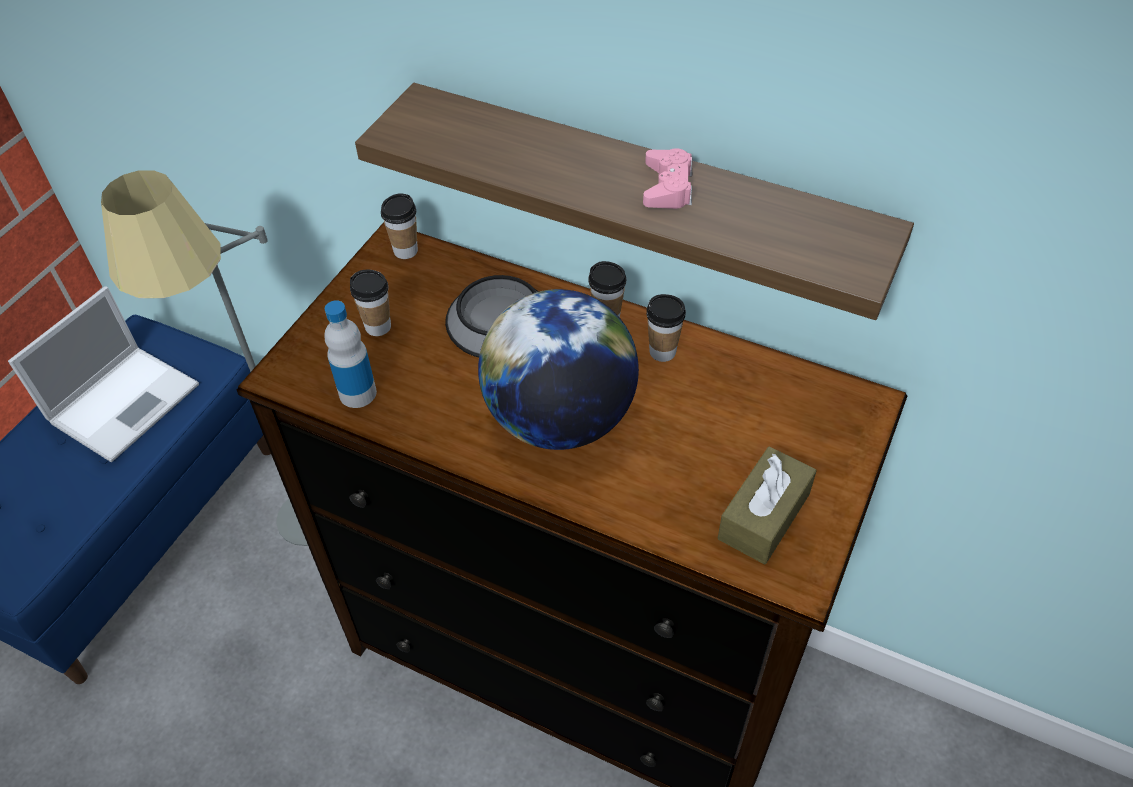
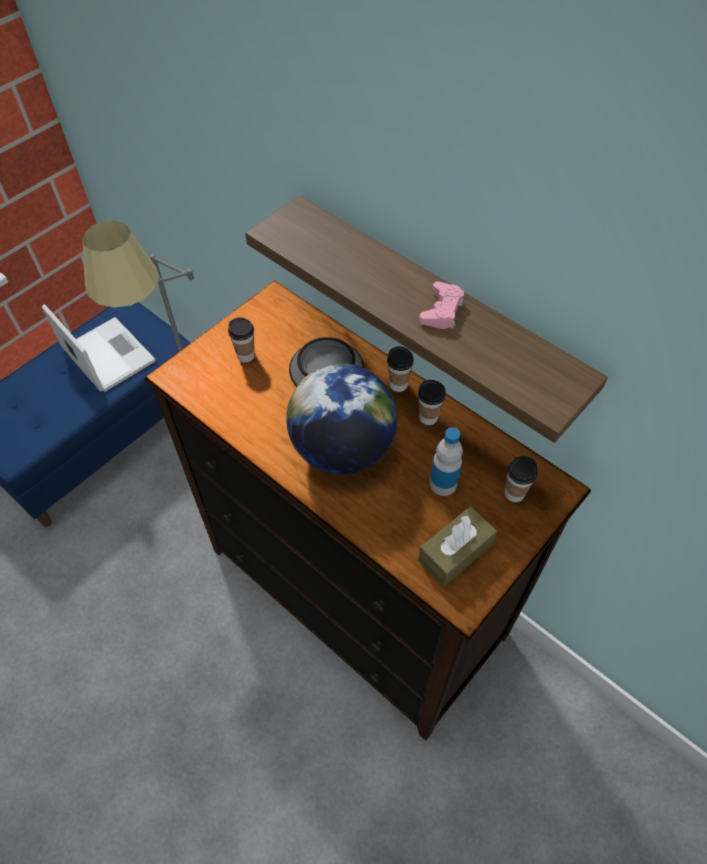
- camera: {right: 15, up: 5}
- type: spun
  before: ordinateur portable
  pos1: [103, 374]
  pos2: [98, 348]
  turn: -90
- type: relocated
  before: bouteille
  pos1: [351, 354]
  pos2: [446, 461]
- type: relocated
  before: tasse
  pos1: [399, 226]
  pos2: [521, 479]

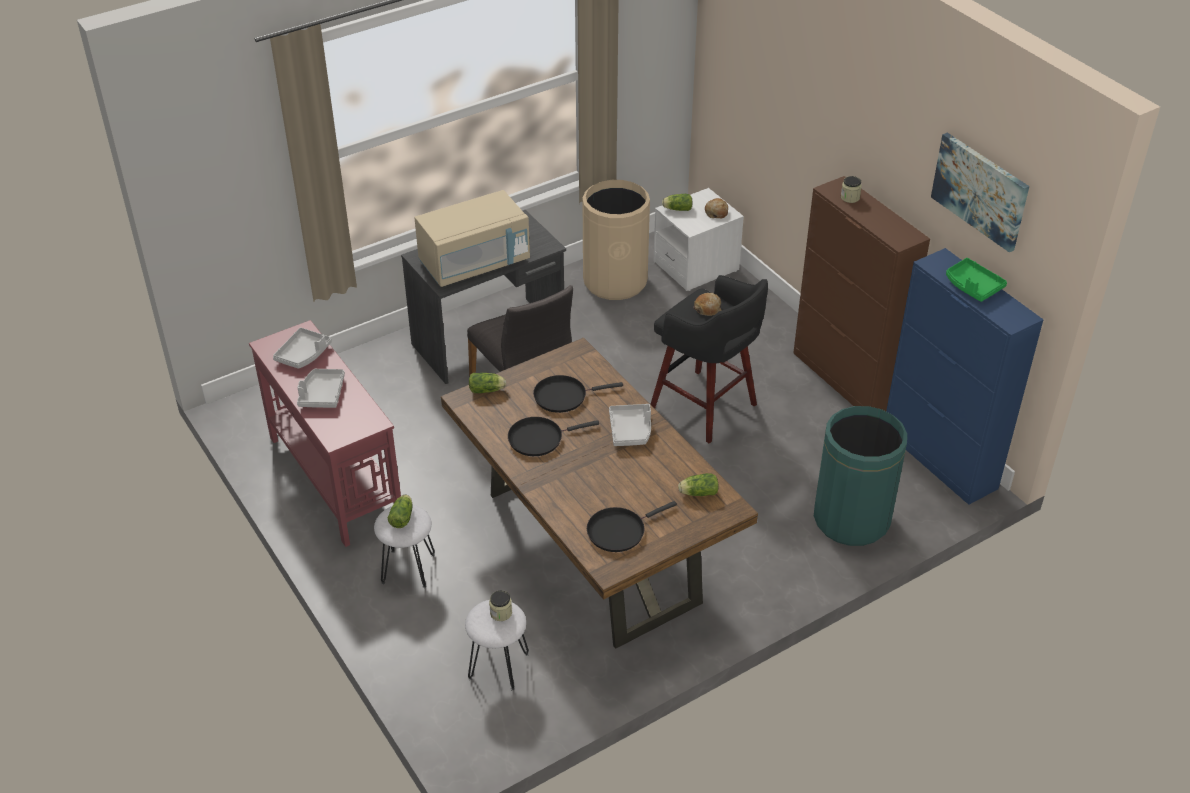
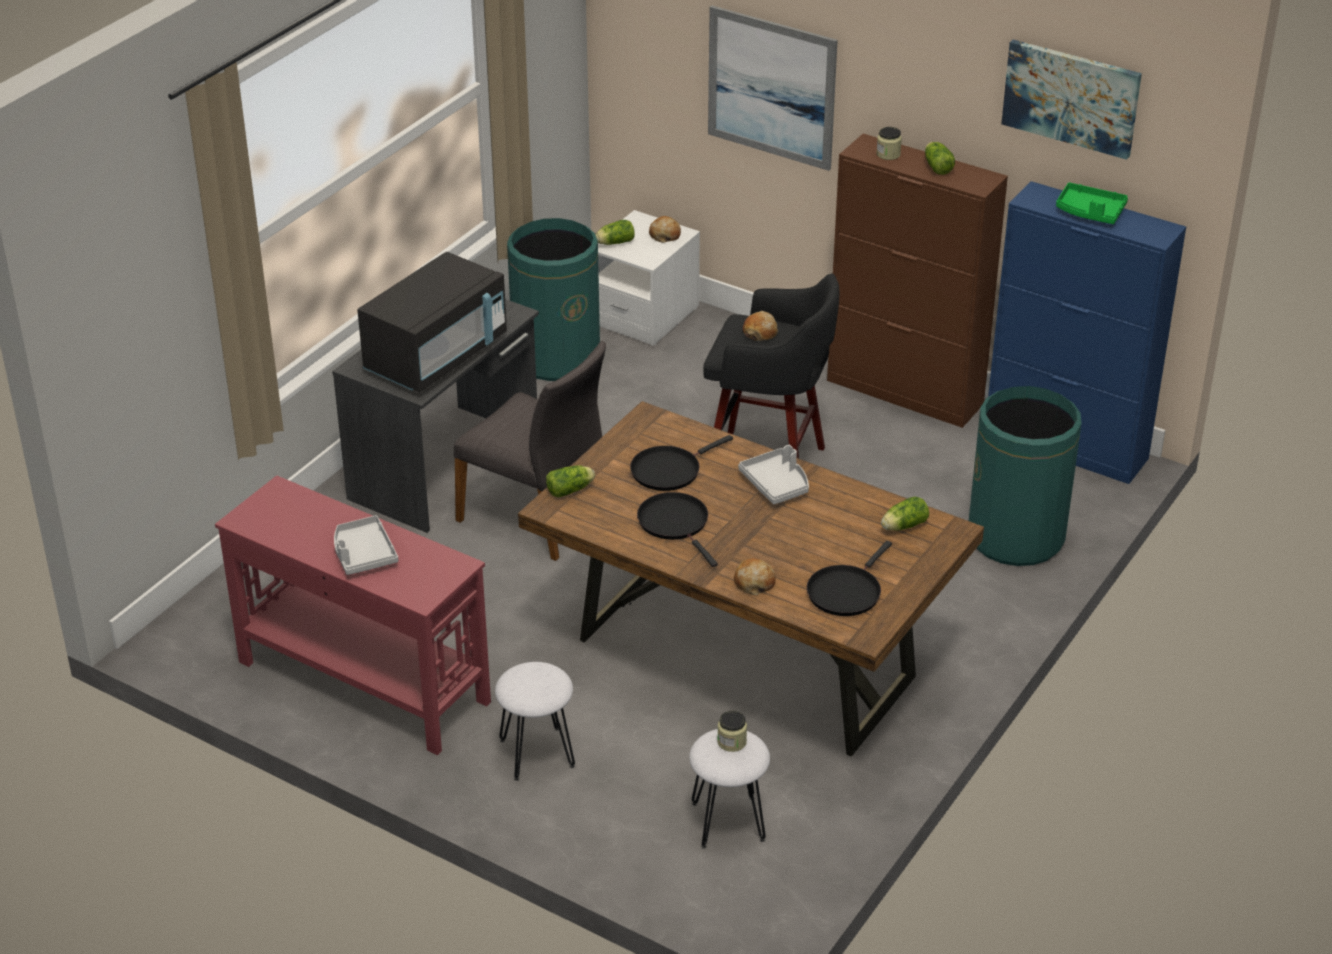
- camera: {right: -25, up: -5}
- type: missing
  before: plateau/gris
  pos1: [302, 348]
- type: relocated
  before: laitue
  pos1: [400, 511]
  pos2: [940, 158]
- type: colour
  before: micro-ondes/beige
  after: micro-ondes/noir
  pos1: [472, 238]
  pos2: [432, 322]
- type: spun
  before: poêle/noir
  pos1: [553, 436]
  pos2: [677, 529]
  turn: 105
- type: colour
  before: poubelle/beige
  after: poubelle/vert
  pos1: [616, 240]
  pos2: [553, 299]
- type: appeared
  after: tableau
  pos2: [773, 88]
- type: appeared
  after: pain
  pos2: [755, 576]

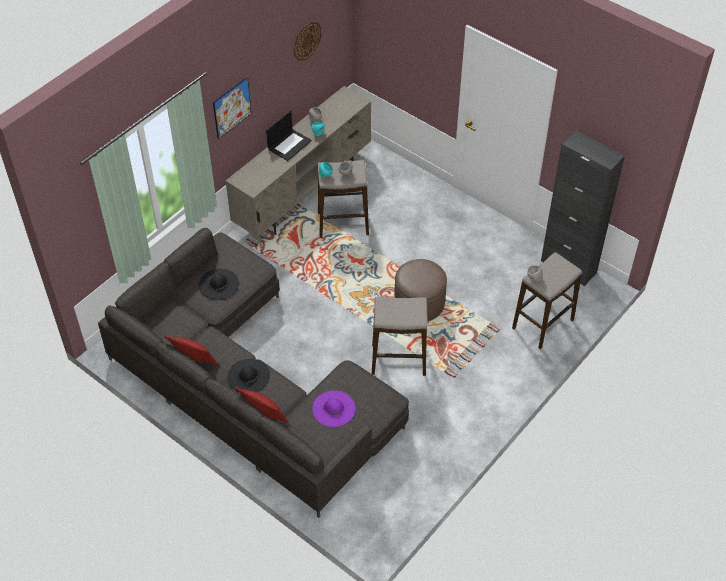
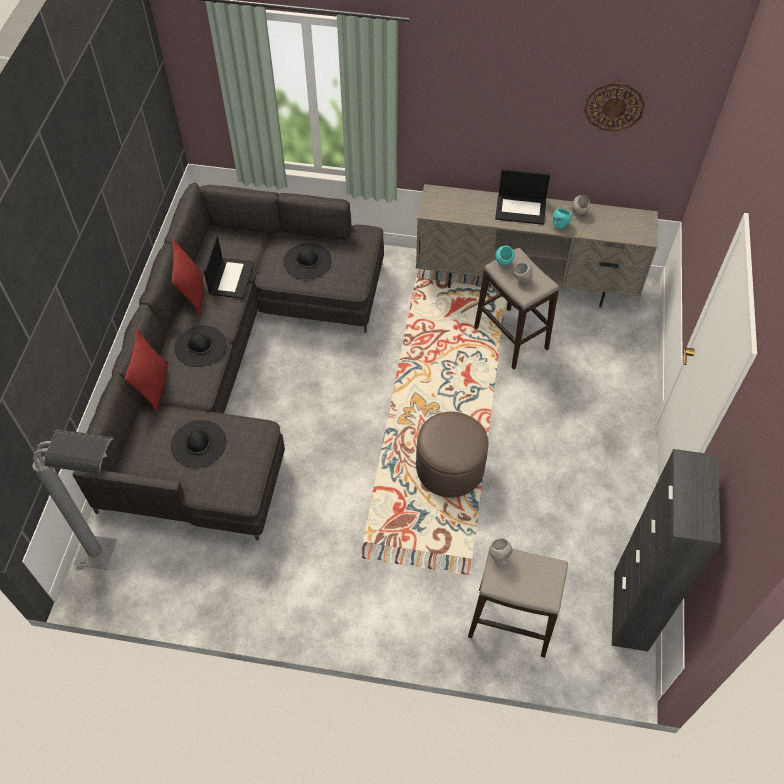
- camera: {right: 60, up: 5}
- type: missing
  before: tableau
  pos1: [232, 108]
- type: colour
  before: chapeau/violet
  after: chapeau/noir
  pos1: [334, 408]
  pos2: [199, 444]
- type: missing
  before: tabouret
  pos1: [400, 336]
- type: appeared
  after: lampadaire/gris
  pos2: [74, 499]
- type: appeared
  after: ordinateur portable
  pos2: [229, 267]

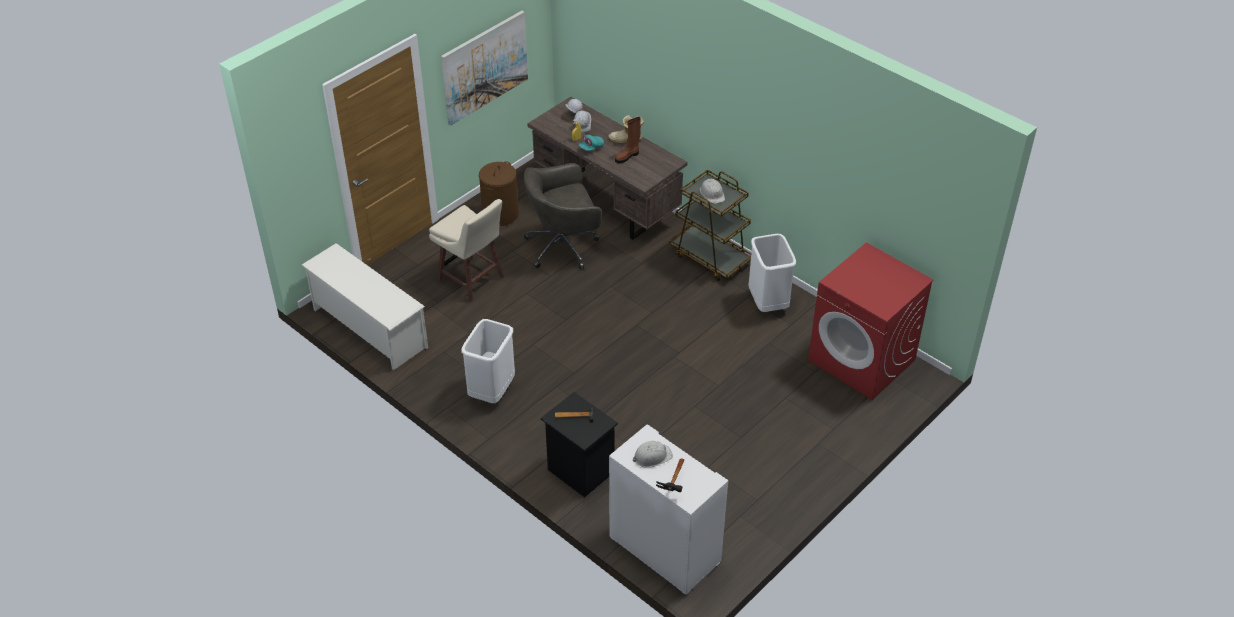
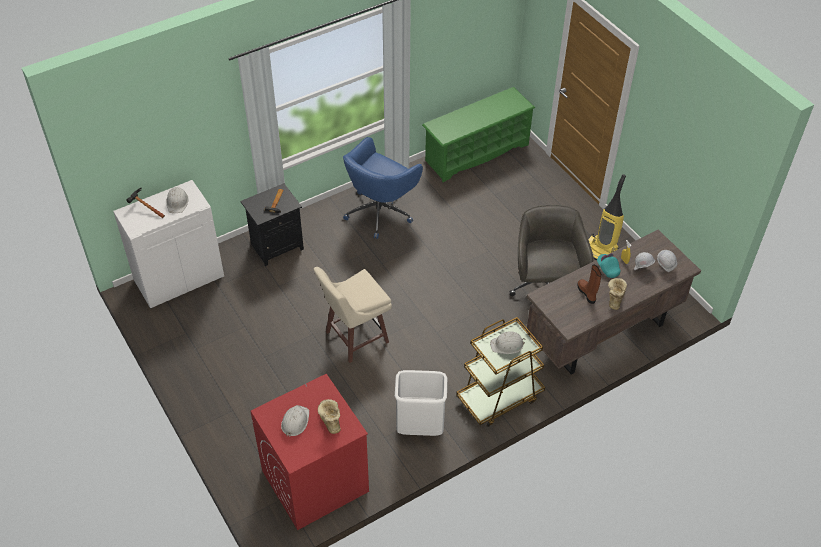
- camera: {right: 105, up: 5}
- type: colour
  before: étagère à chaussures/blanc
  after: étagère à chaussures/vert
  pos1: [364, 306]
  pos2: [478, 134]
- type: relocated
  before: tabouret/beige
  pos1: [466, 250]
  pos2: [353, 315]
- type: missing
  before: tableau
  pos1: [484, 68]
- type: exchanged
  before: poubelle/blanc
  after: chaise de bureau/bleu
  pos1: [488, 361]
  pos2: [383, 188]
- type: exchanged
  before: panier à linge/marron
  after: aspirateur
  pos1: [499, 193]
  pos2: [607, 217]
- type: appeared
  after: casque de chantier/blanc
  pos2: [295, 421]
- type: appeared
  after: botte
  pos2: [329, 416]

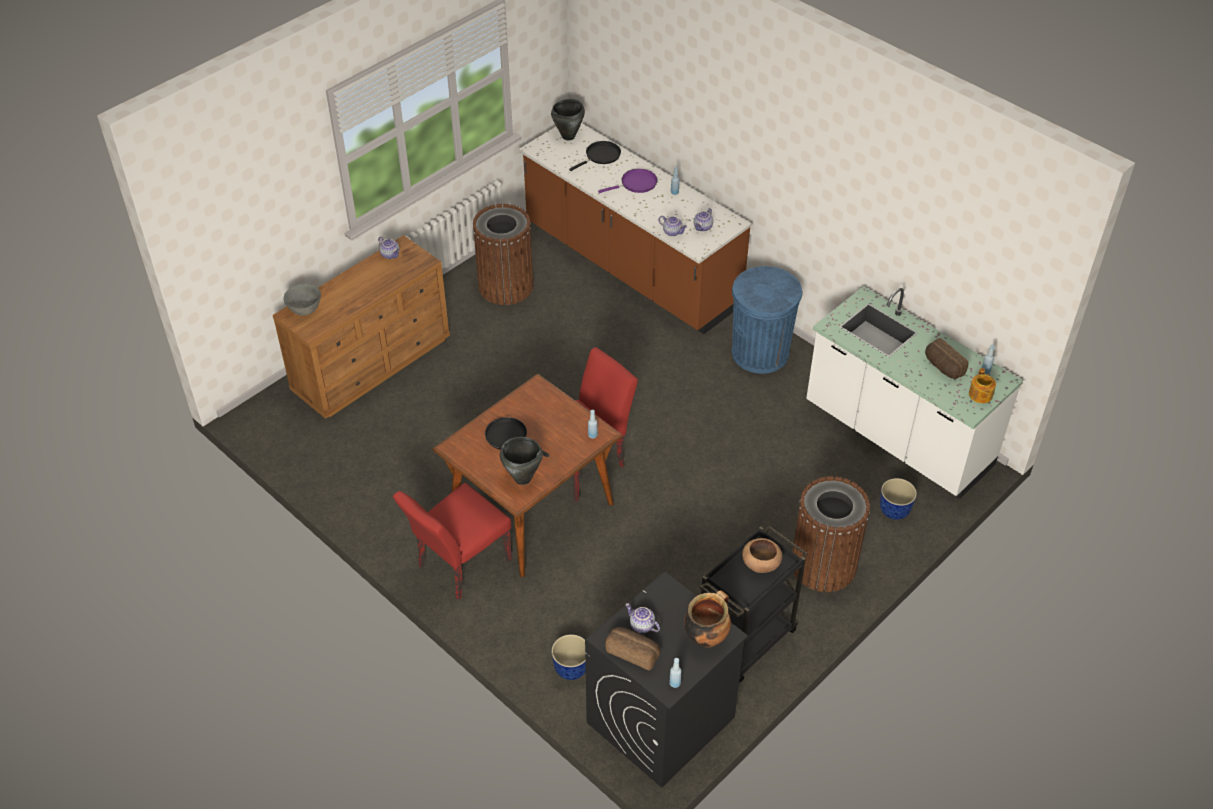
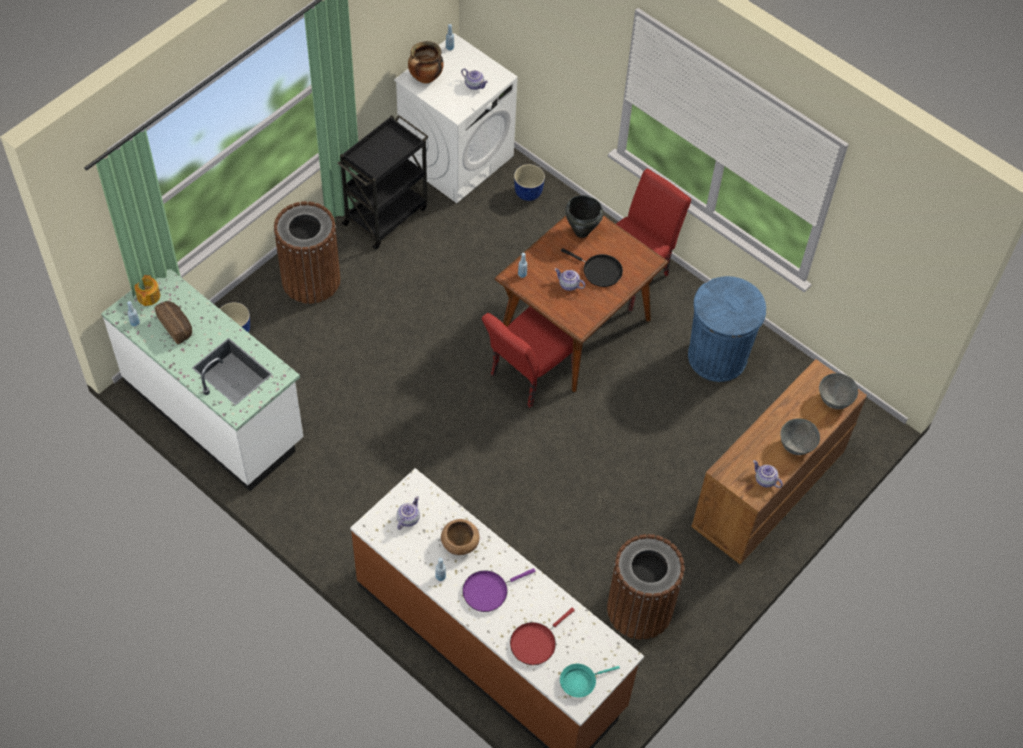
- camera: {right: 175, up: 10}
- type: exchanged
  before: marmite/noir
  after: poêle/turquoise
  pos1: [568, 119]
  pos2: [590, 680]
- type: colour
  before: poêle/noir
  after: poêle/rouge
  pos1: [595, 156]
  pos2: [542, 636]
- type: colour
  before: lave-linge/noir
  after: lave-linge/blanc
  pos1: [666, 679]
  pos2: [456, 118]
- type: missing
  before: pain
  pos1: [633, 649]
- type: relocated
  before: théière
  pos1: [673, 226]
  pos2: [570, 279]
- type: relocated
  before: poubelle/bleu
  pos1: [767, 320]
  pos2: [727, 329]
- type: relocated
  before: bol/marron
  pos1: [762, 555]
  pos2: [460, 537]
- type: appeared
  after: bol/gris
  pos2: [800, 436]

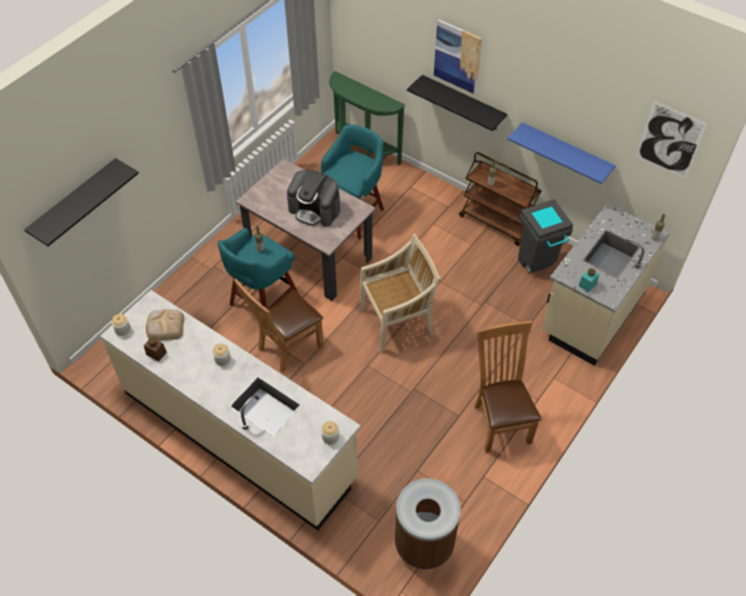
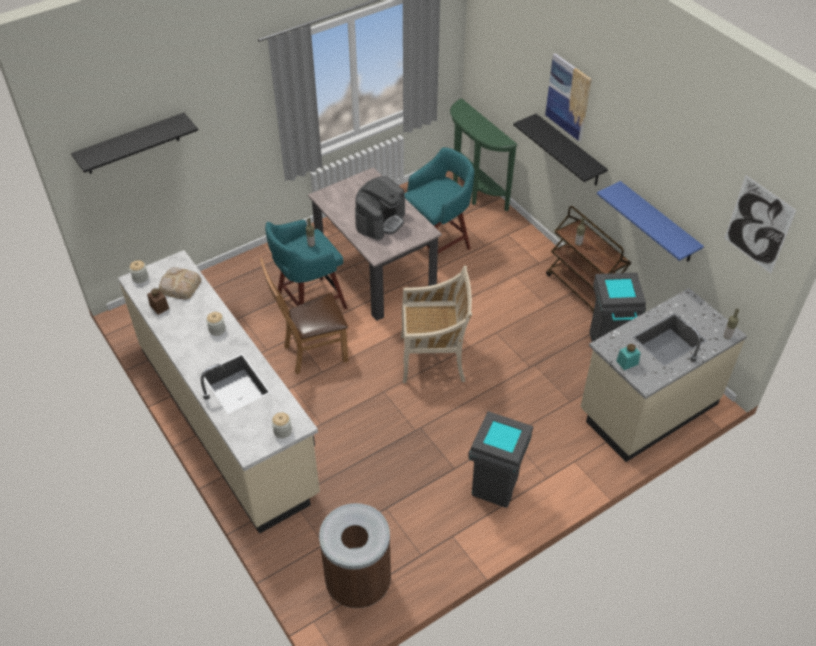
- camera: {right: 20, up: -5}
- type: spun
  before: machine à café
  pos1: [313, 198]
  pos2: [380, 208]
  turn: -105
- type: exchanged
  before: chaise/marron
  after: poubelle/gris
  pos1: [508, 387]
  pos2: [500, 459]

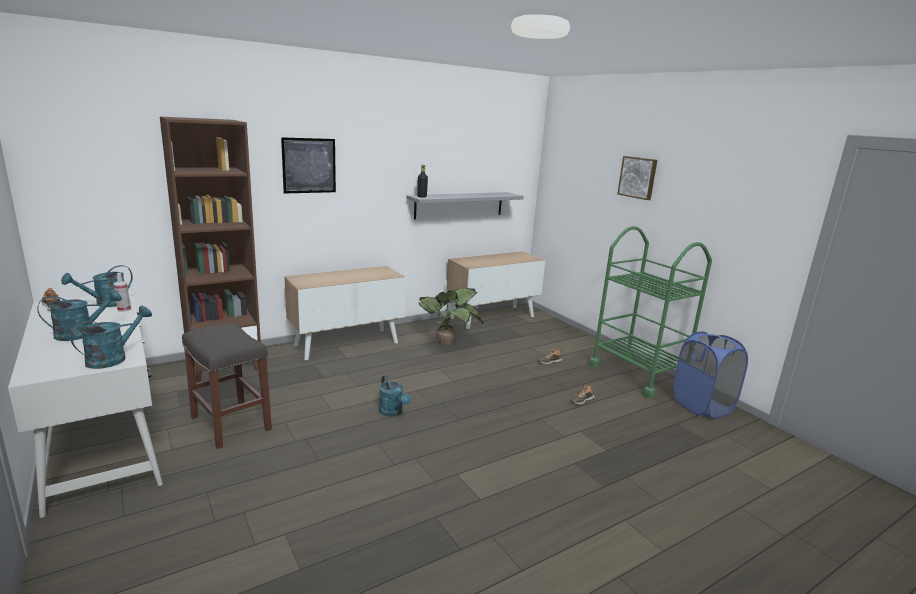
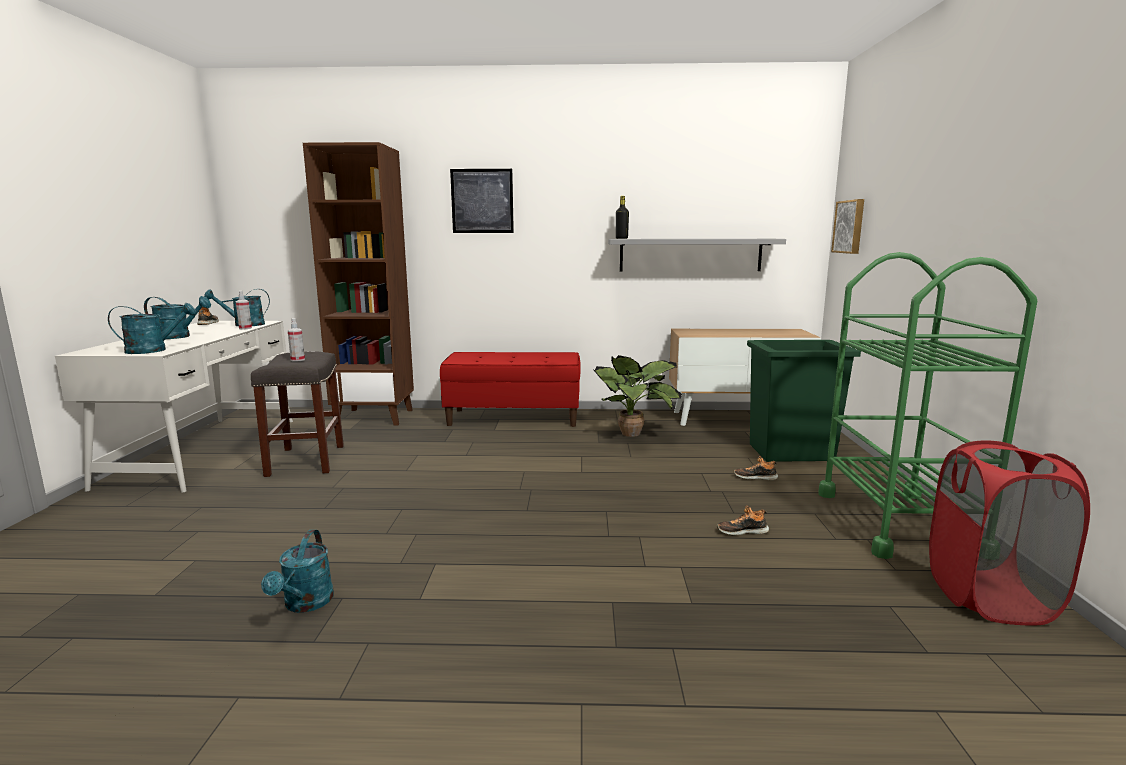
- camera: {right: 35, up: -5}
- type: exchanged
  before: meuble de rangement
  after: banc/rouge
  pos1: [345, 313]
  pos2: [510, 389]
- type: relocated
  before: arrosoir/turquoise
  pos1: [395, 396]
  pos2: [297, 571]
- type: relocated
  before: tableau
  pos1: [637, 178]
  pos2: [847, 226]
- type: colour
  before: panier à linge/bleu
  after: panier à linge/rouge
  pos1: [710, 375]
  pos2: [1009, 532]
- type: appeared
  after: vaporisateur
  pos2: [296, 340]
- type: appeared
  after: poubelle/vert
  pos2: [804, 401]

